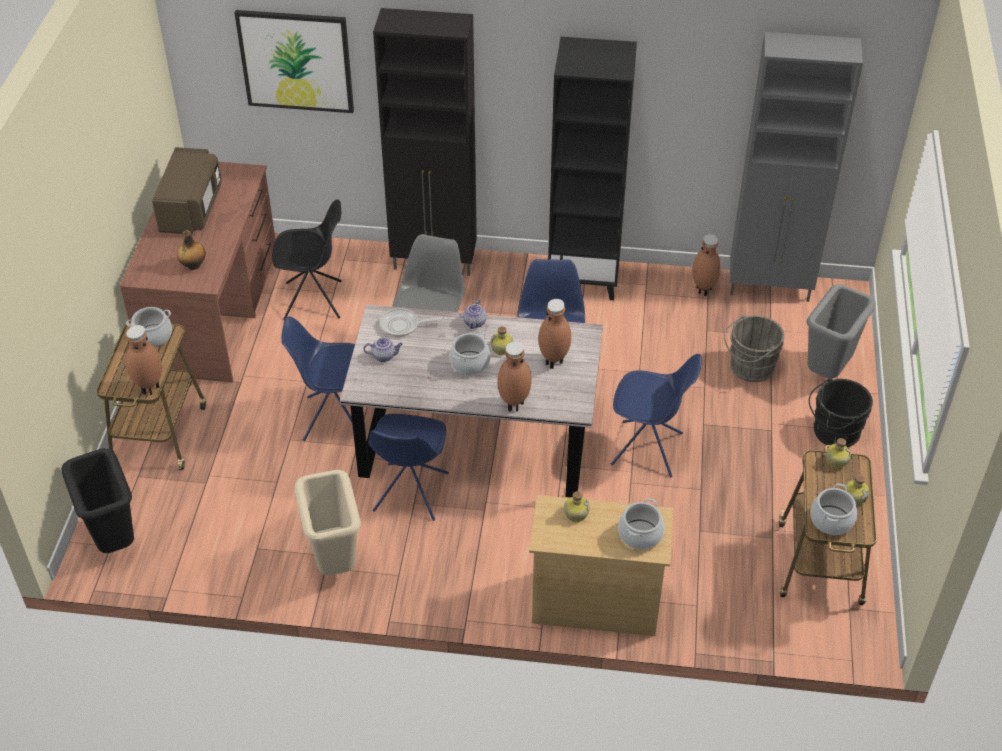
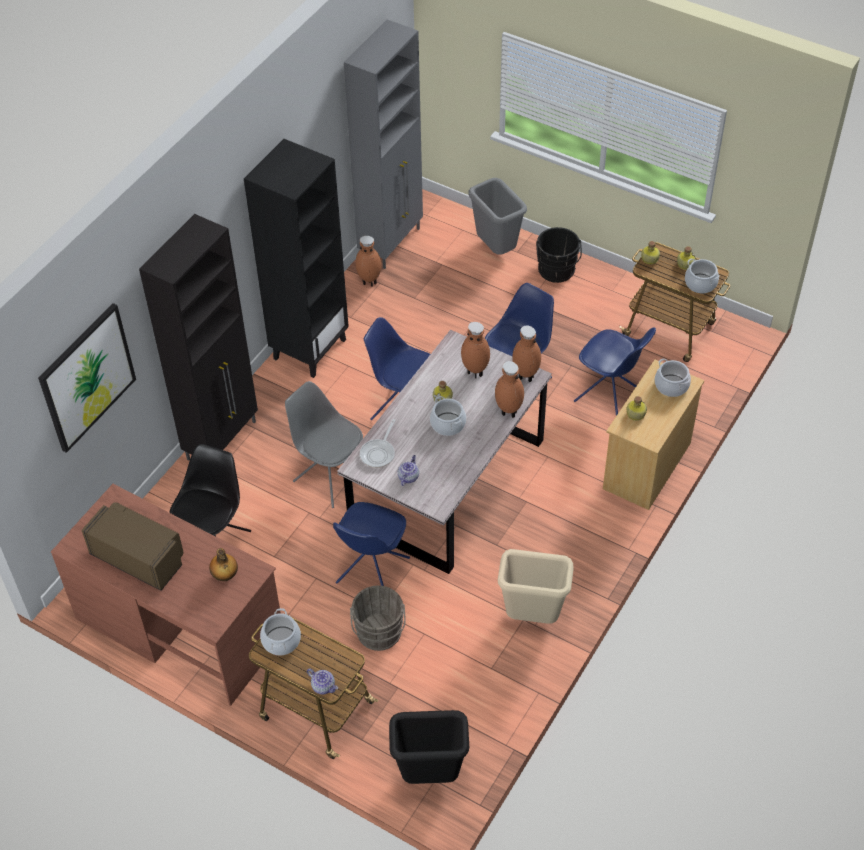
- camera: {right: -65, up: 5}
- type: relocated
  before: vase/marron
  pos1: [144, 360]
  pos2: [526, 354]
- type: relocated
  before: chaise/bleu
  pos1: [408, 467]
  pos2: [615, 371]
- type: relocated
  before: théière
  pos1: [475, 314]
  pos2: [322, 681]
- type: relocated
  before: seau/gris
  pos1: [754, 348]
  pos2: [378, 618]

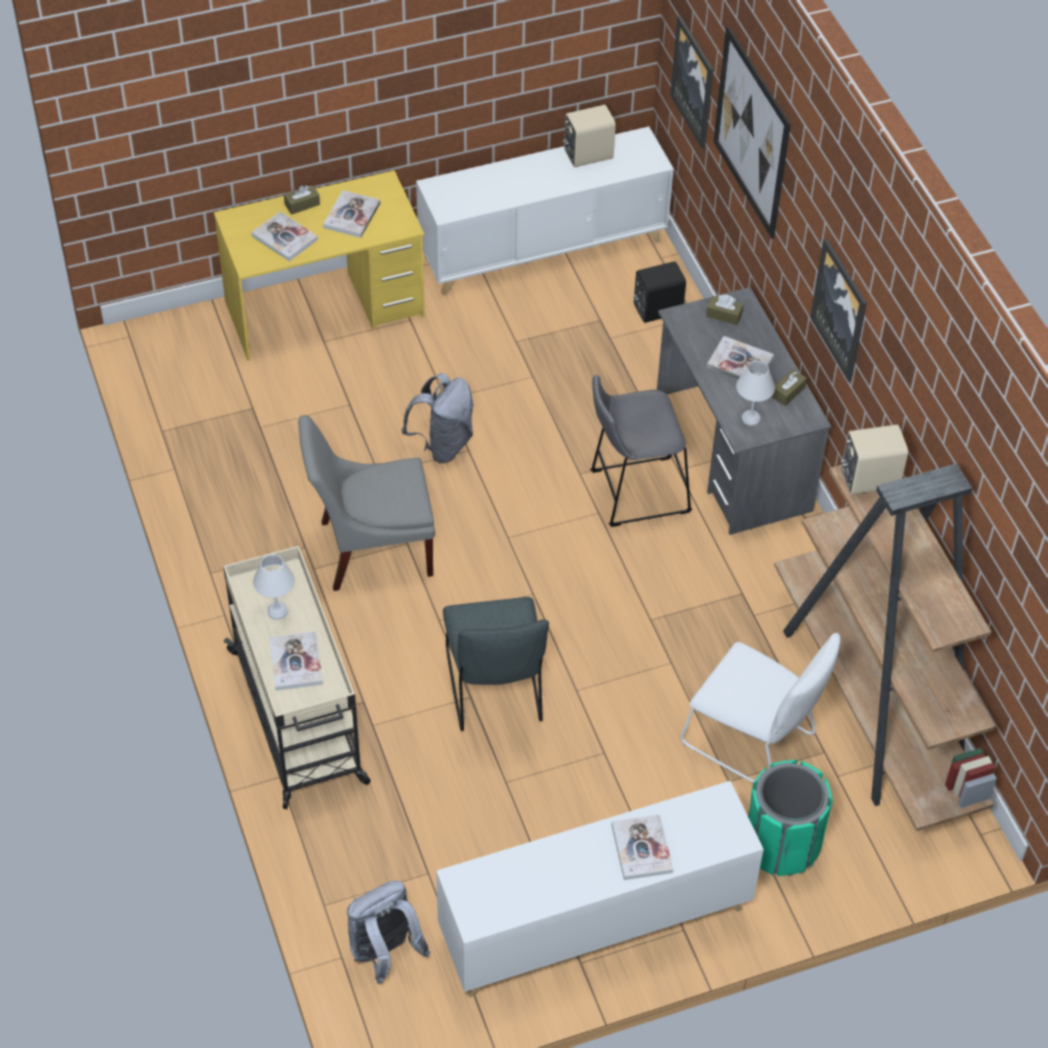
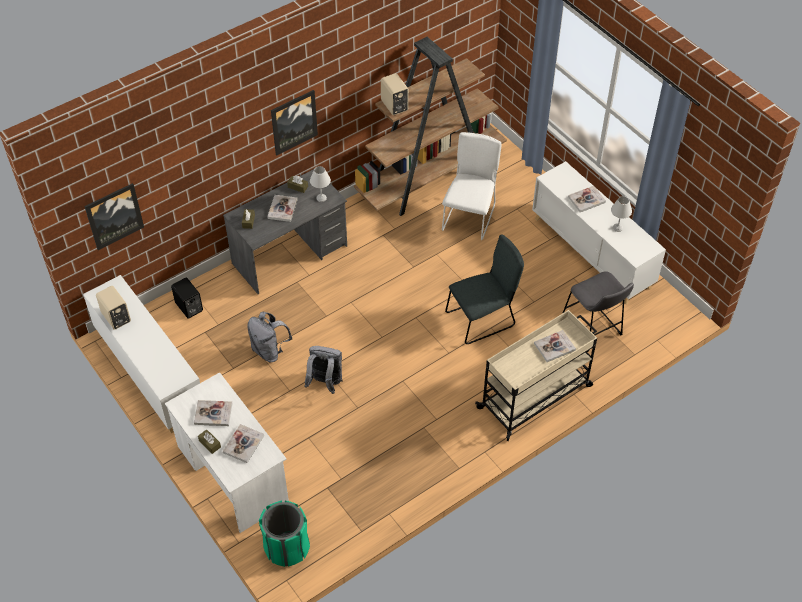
- camera: {right: -105, up: 0}
- type: colour
  before: bureau/jaune
  after: bureau/blanc
  pos1: [319, 265]
  pos2: [227, 452]
- type: relocated
  before: lampe de table/blanc
  pos1: [274, 587]
  pos2: [621, 214]
- type: missing
  before: chaise/gris
  pos1: [366, 503]
- type: relocated
  before: sac à dos/gris
  pos1: [389, 932]
  pos2: [269, 337]
- type: relocated
  before: tabouret/gris
  pos1: [641, 451]
  pos2: [598, 311]
- type: missing
  before: tableau
  pos1: [752, 132]
- type: relocated
  before: poubelle/vert
  pos1: [790, 818]
  pos2: [284, 533]

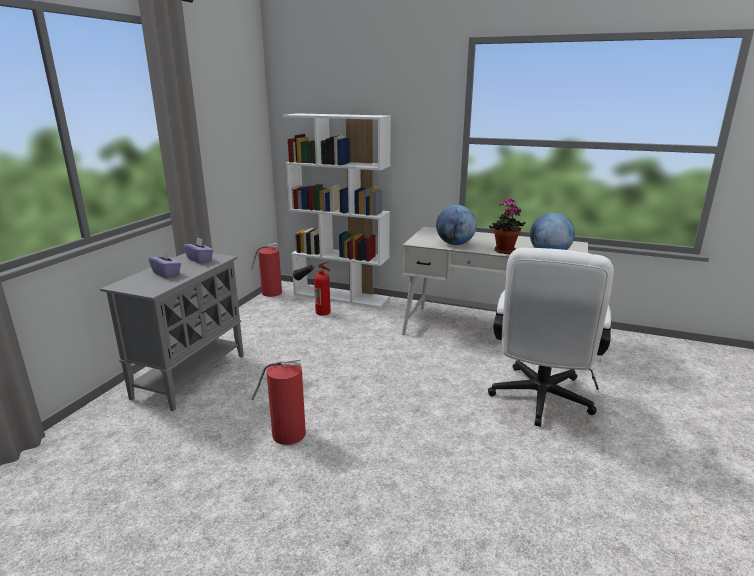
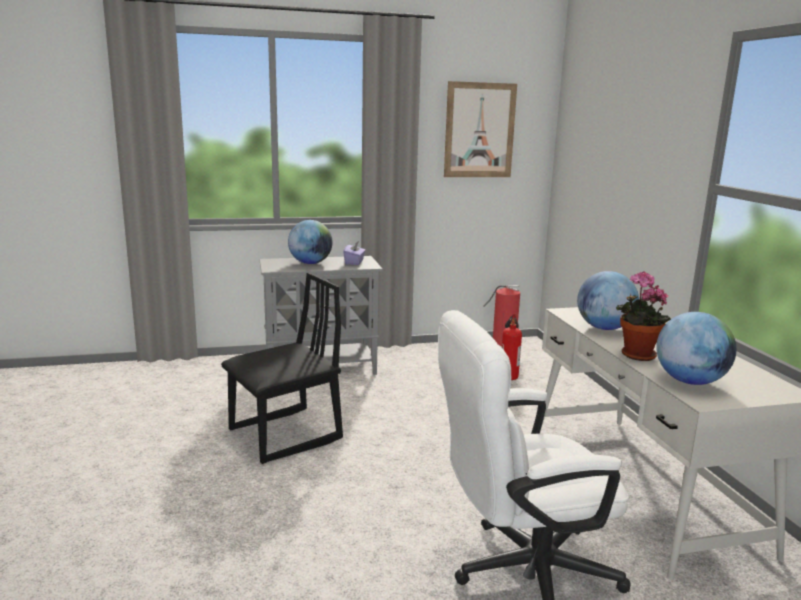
- camera: {right: 55, up: -5}
- type: exchanged
  before: boîte à mouchoirs/violet
  after: globe
  pos1: [164, 264]
  pos2: [310, 242]
- type: exchanged
  before: extincteur
  after: chaise/noir
  pos1: [279, 401]
  pos2: [282, 368]
- type: missing
  before: bibliothèque/blanc
  pos1: [336, 210]
- type: appeared
  after: tableau
  pos2: [480, 129]

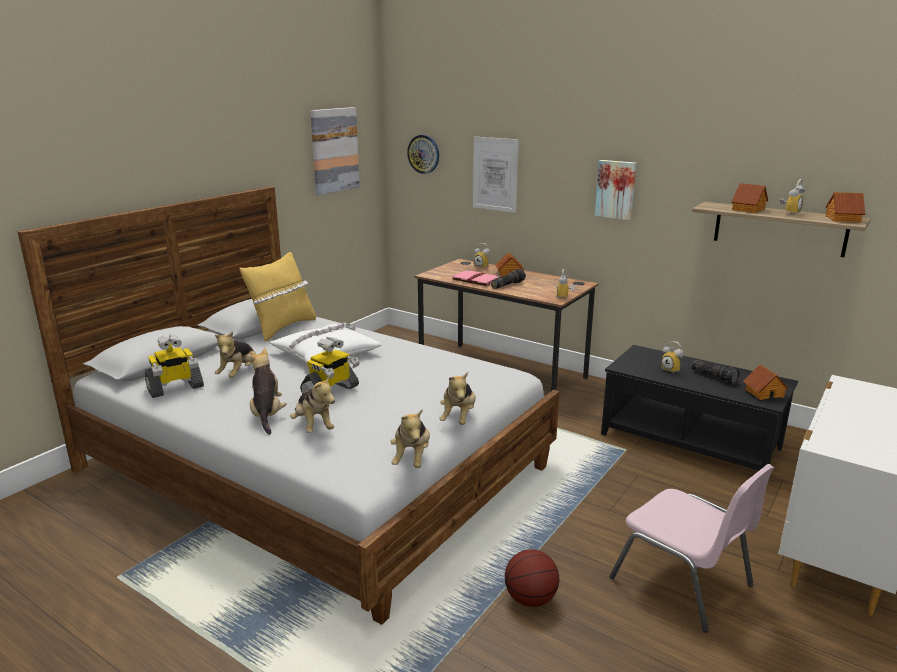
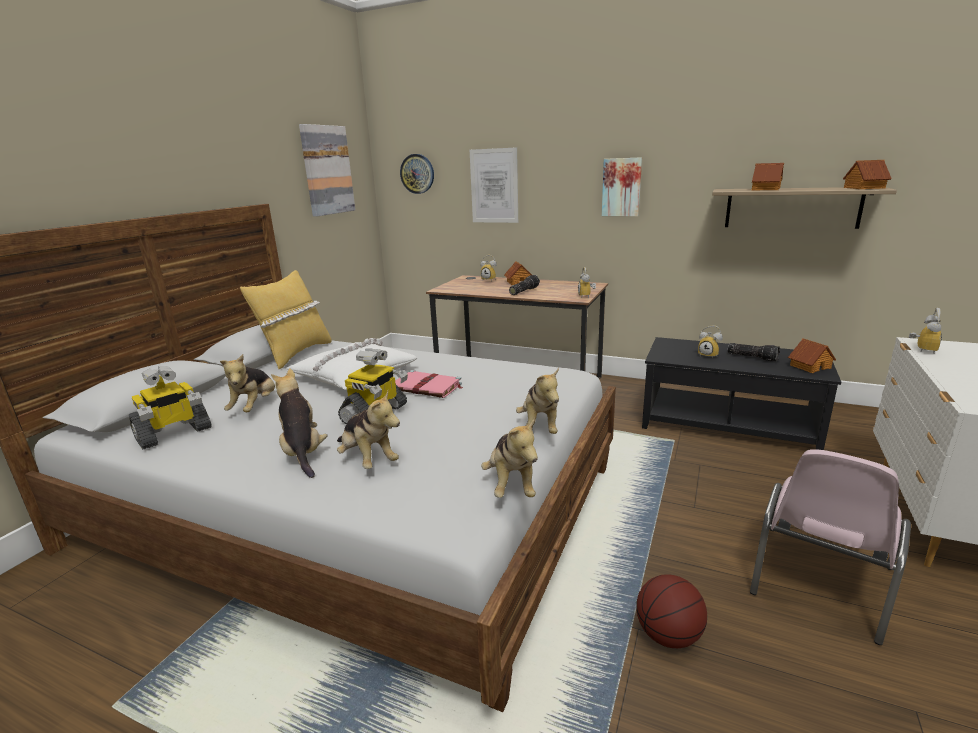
- camera: {right: -10, up: 0}
- type: relocated
  before: livre/rose
  pos1: [476, 278]
  pos2: [429, 384]
- type: spun
  before: chaise/rose
  pos1: [692, 548]
  pos2: [830, 547]
  turn: 90
- type: relocated
  before: réveil
  pos1: [792, 196]
  pos2: [925, 330]

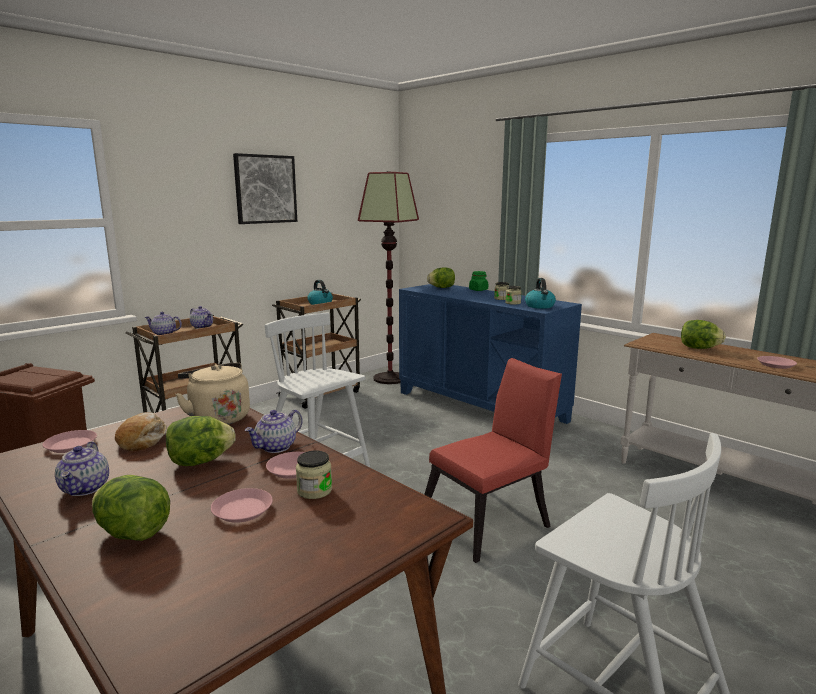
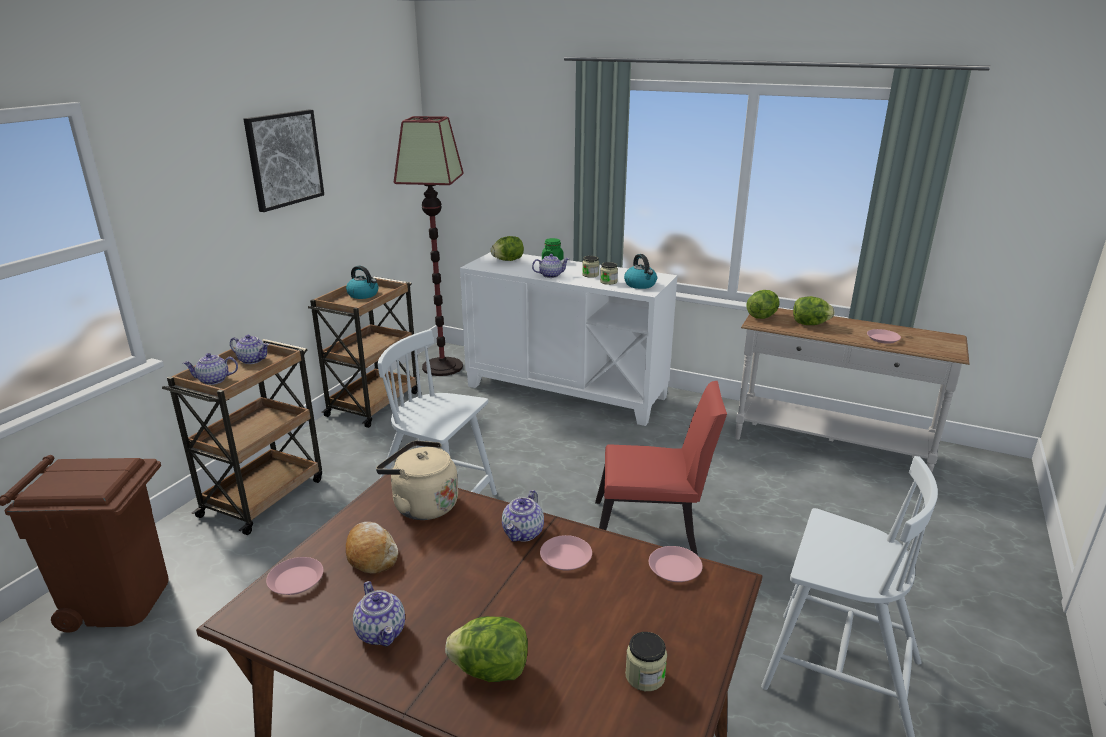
- camera: {right: -20, up: 10}
- type: relocated
  before: laitue
  pos1: [201, 441]
  pos2: [763, 304]
- type: relocated
  before: assiette/rose
  pos1: [242, 505]
  pos2: [676, 564]
- type: relocated
  before: bocal
  pos1: [314, 474]
  pos2: [646, 661]
- type: colour
  before: meuble de rangement/bleu
  after: meuble de rangement/blanc
  pos1: [490, 354]
  pos2: [568, 339]
- type: spun
  before: chaise/rouge
  pos1: [493, 460]
  pos2: [661, 468]
  turn: 60
- type: appeared
  after: théière
  pos2: [551, 266]

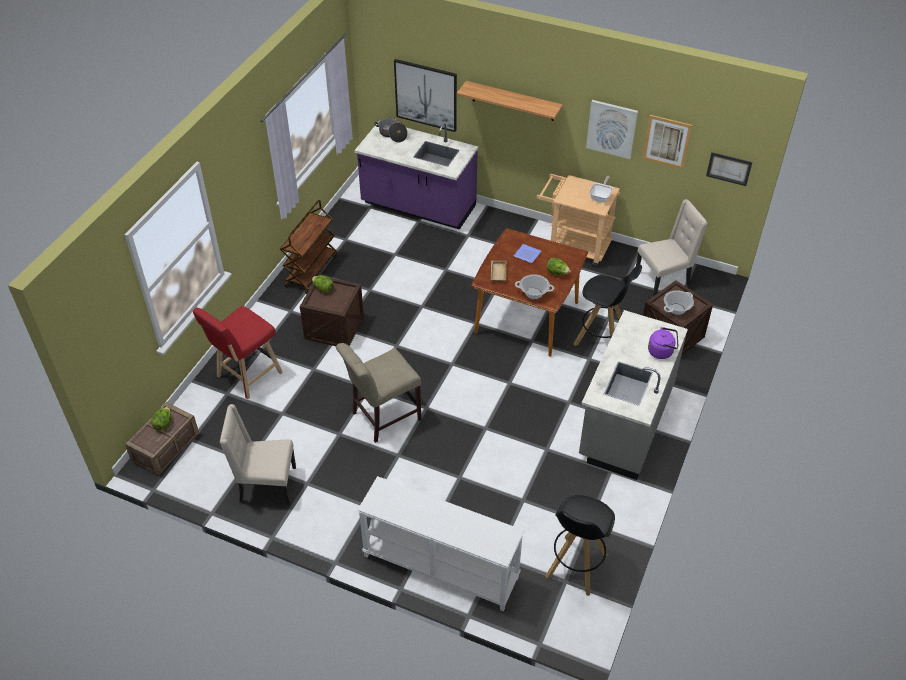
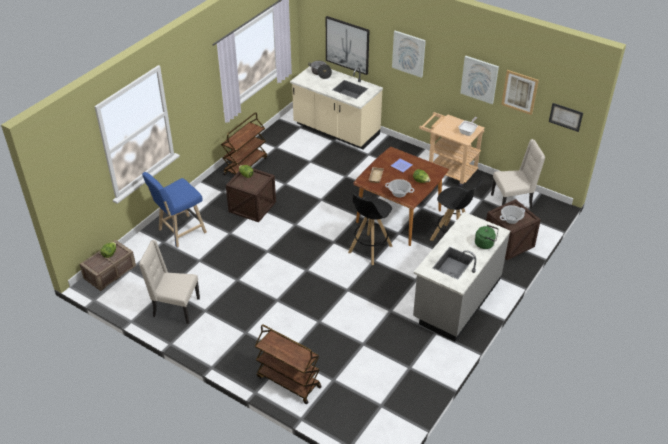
- camera: {right: 10, up: -5}
- type: colour
  before: tabouret/rouge
  after: tabouret/bleu
  pos1: [238, 352]
  pos2: [174, 210]
- type: missing
  before: chaise/beige
  pos1: [378, 393]
- type: colour
  before: comptoir de cuisine/violet
  after: comptoir de cuisine/beige
  pos1: [416, 176]
  pos2: [336, 107]
- type: exchanged
  before: table console/blanc
  after: chariot/marron
  pos1: [441, 543]
  pos2: [288, 364]
- type: exchanged
  before: étagère
  after: tableau
  pos1: [510, 101]
  pos2: [409, 54]
- type: relocated
  before: tabouret/noir
  pos1: [580, 545]
  pos2: [370, 229]
- type: colour
  before: bouilloire/violet
  after: bouilloire/vert
  pos1: [663, 343]
  pos2: [487, 237]

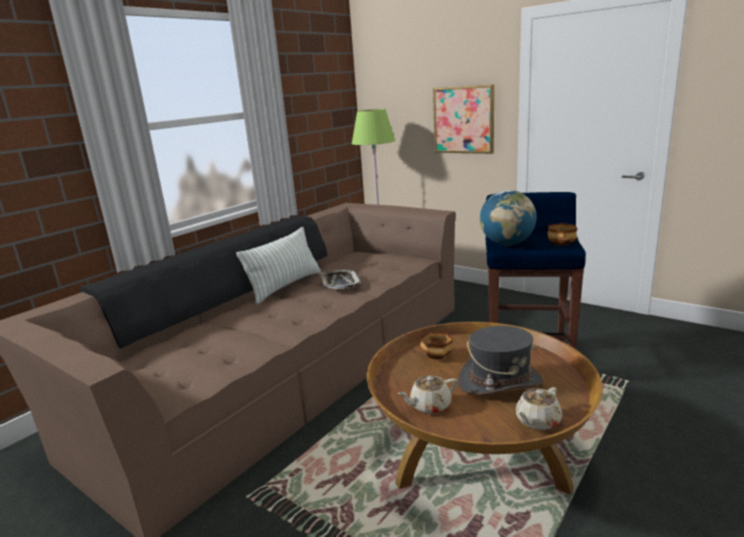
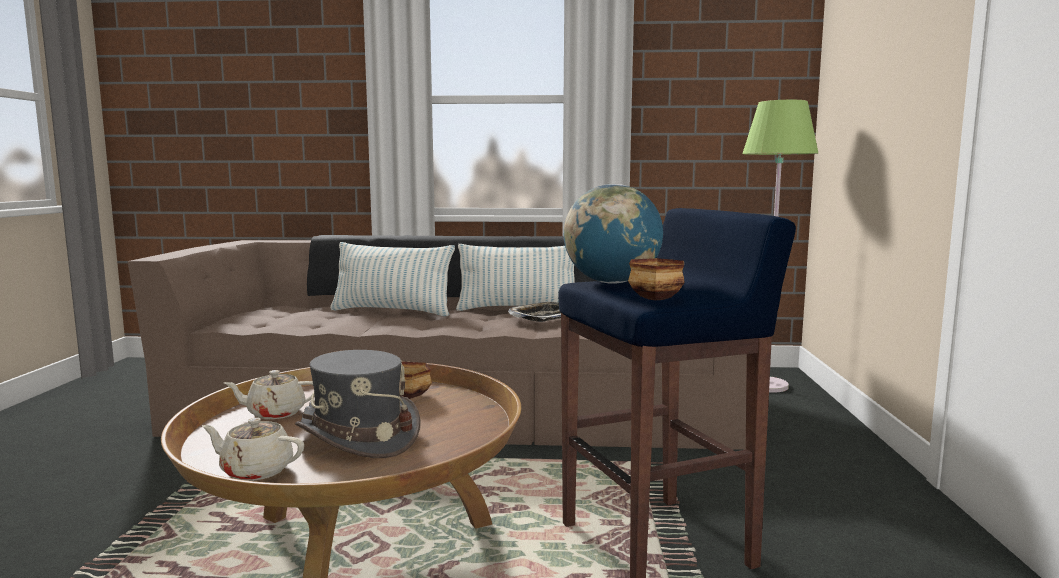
- camera: {right: 55, up: -10}
- type: spun
  before: théière/beige
  pos1: [428, 395]
  pos2: [269, 394]
  turn: -45
- type: missing
  before: tableau
  pos1: [463, 119]
- type: appeared
  after: coussin
  pos2: [392, 279]

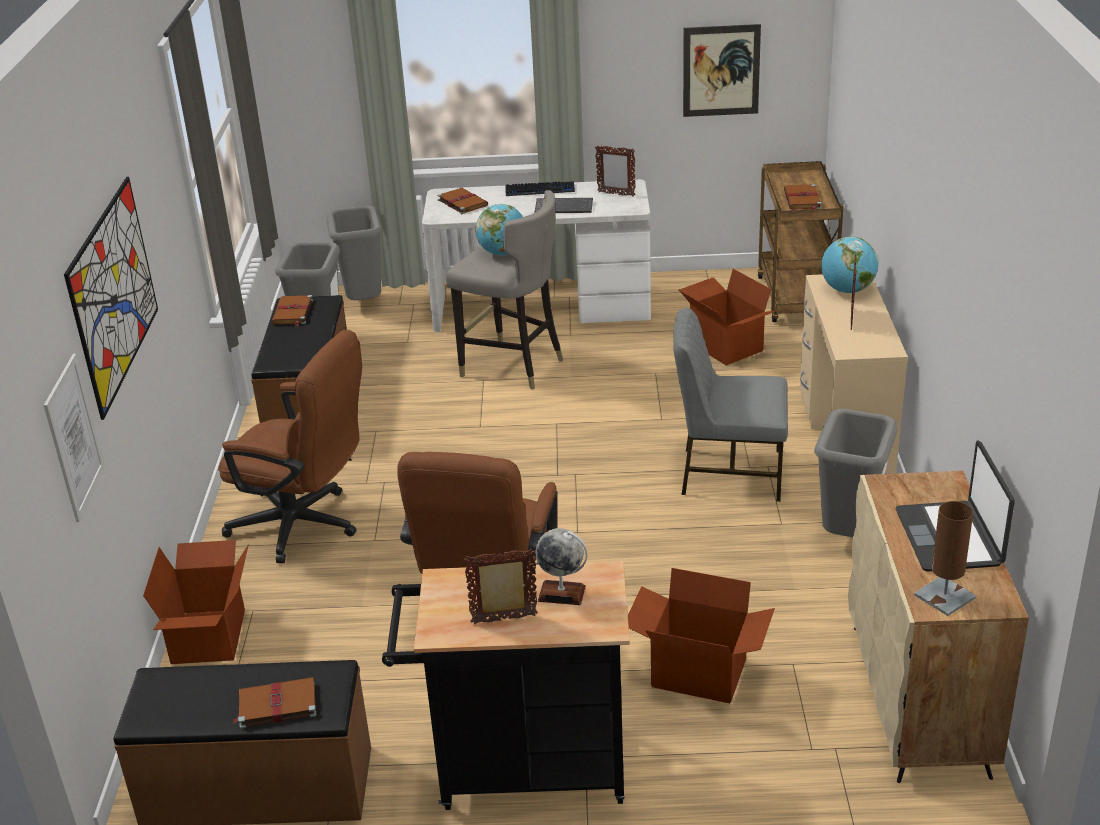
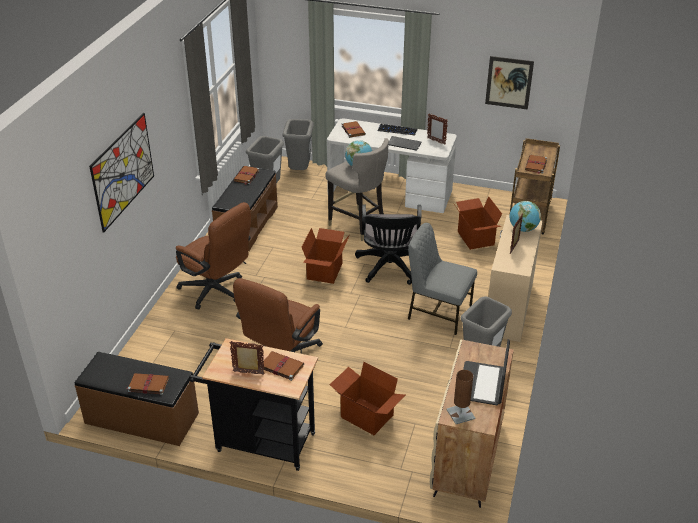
- camera: {right: 15, up: 5}
- type: missing
  before: tableau
  pos1: [74, 438]
- type: relocated
  before: carton
  pos1: [196, 602]
  pos2: [326, 256]
- type: exchanged
  before: globe
  after: livre/marron
  pos1: [561, 566]
  pos2: [282, 366]
- type: appeared
  after: chaise de bureau/noir
  pos2: [388, 244]

